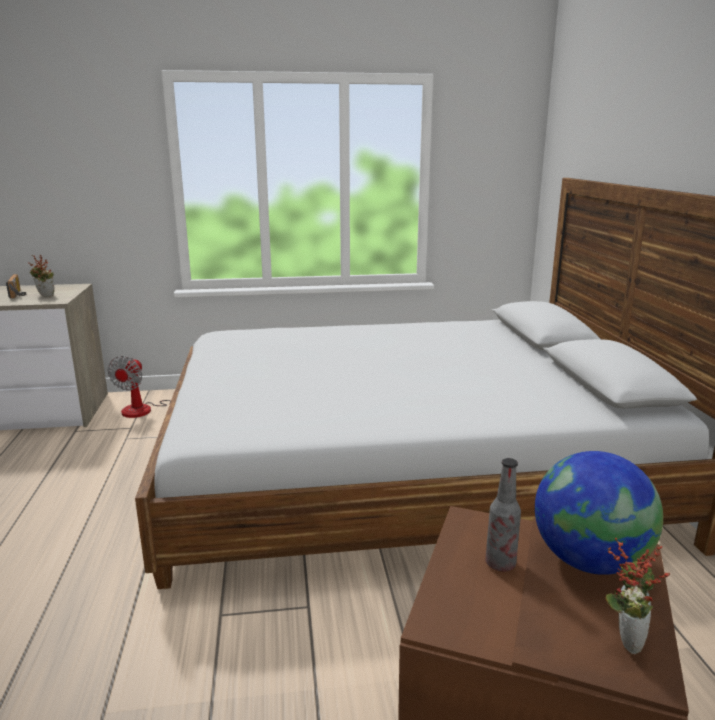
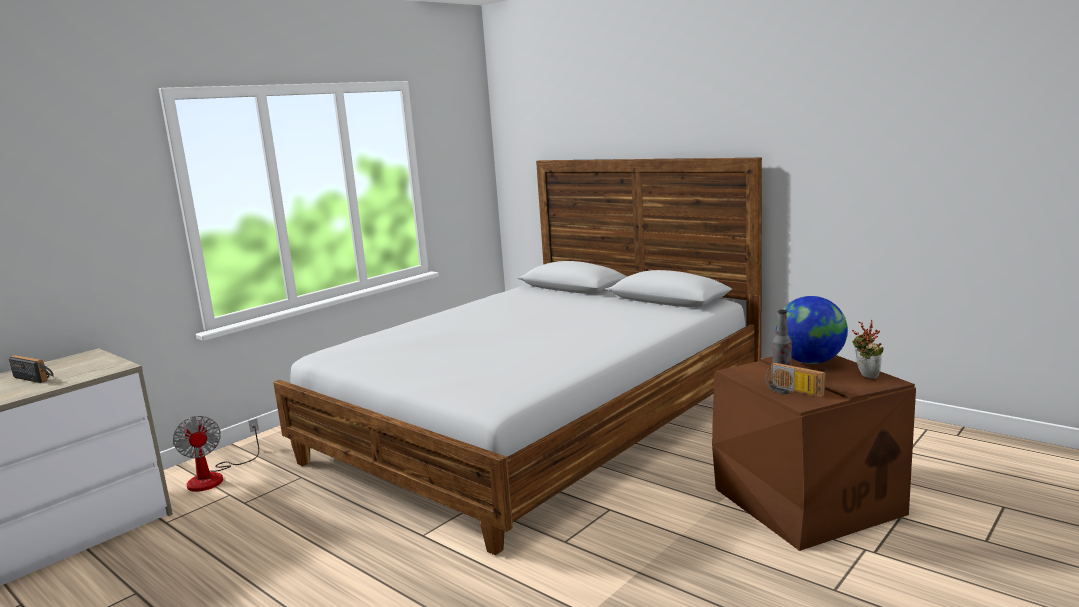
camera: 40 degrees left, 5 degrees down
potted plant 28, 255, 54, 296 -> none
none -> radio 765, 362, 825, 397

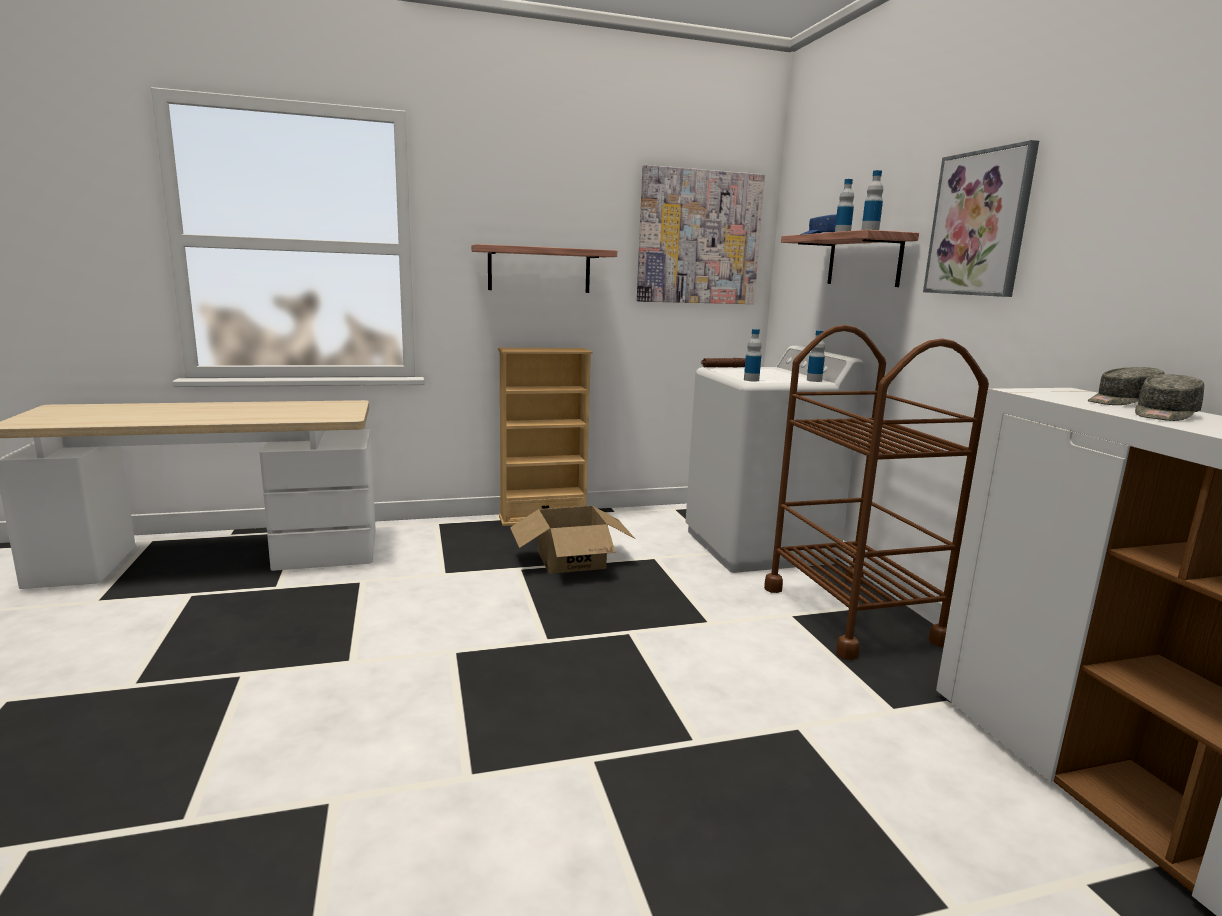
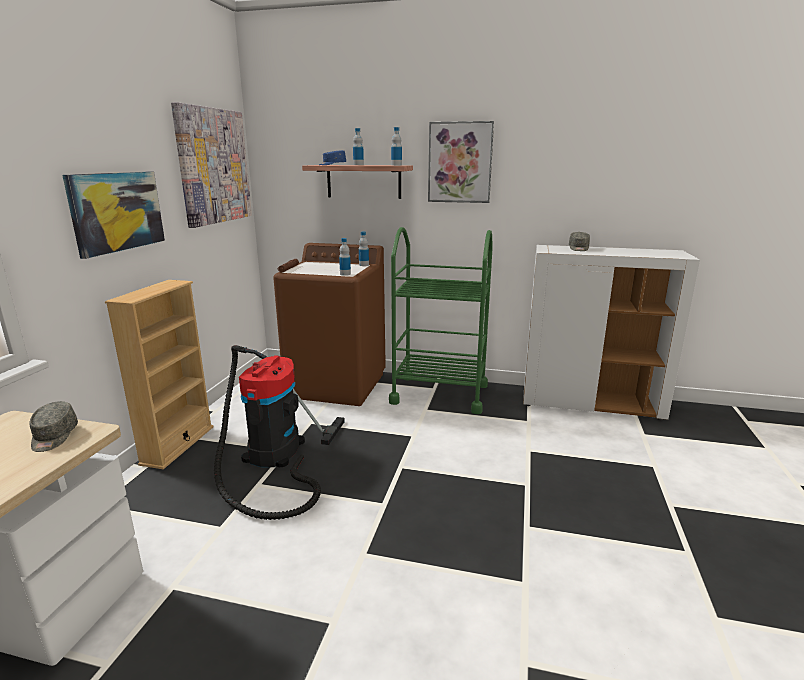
camera: 60 degrees left, 5 degrees up
shelf 471, 244, 617, 293 -> picture 62, 171, 165, 259
brown cart 764, 325, 989, 660 -> green cart 389, 227, 493, 414
white washing machine 686, 346, 864, 573 -> brown washing machine 273, 243, 386, 406
grey cap 1135, 374, 1204, 421 -> grey cap 30, 401, 78, 452, shifted
cardboard box 510, 506, 635, 574 -> vacuum cleaner 214, 345, 345, 520

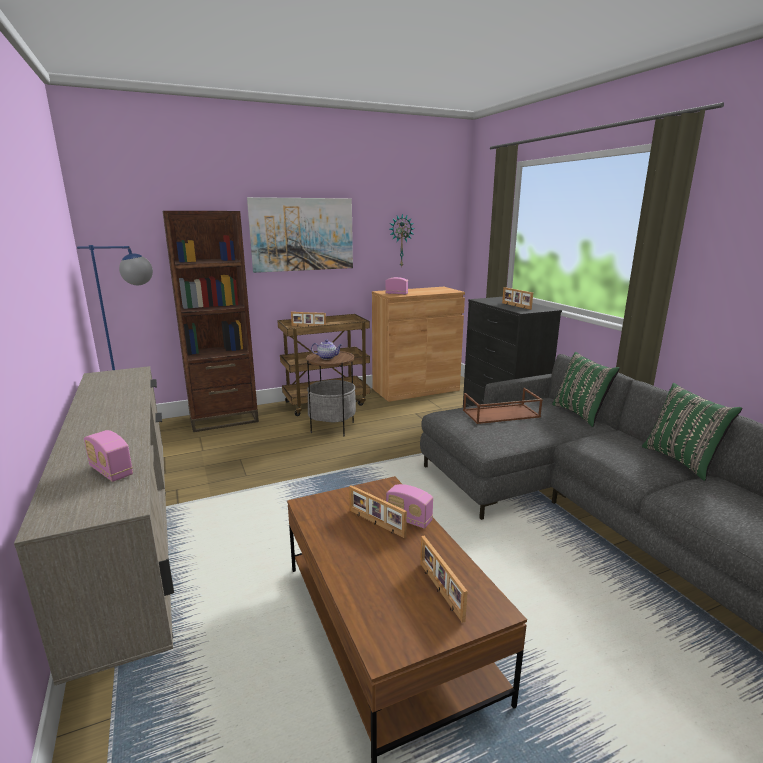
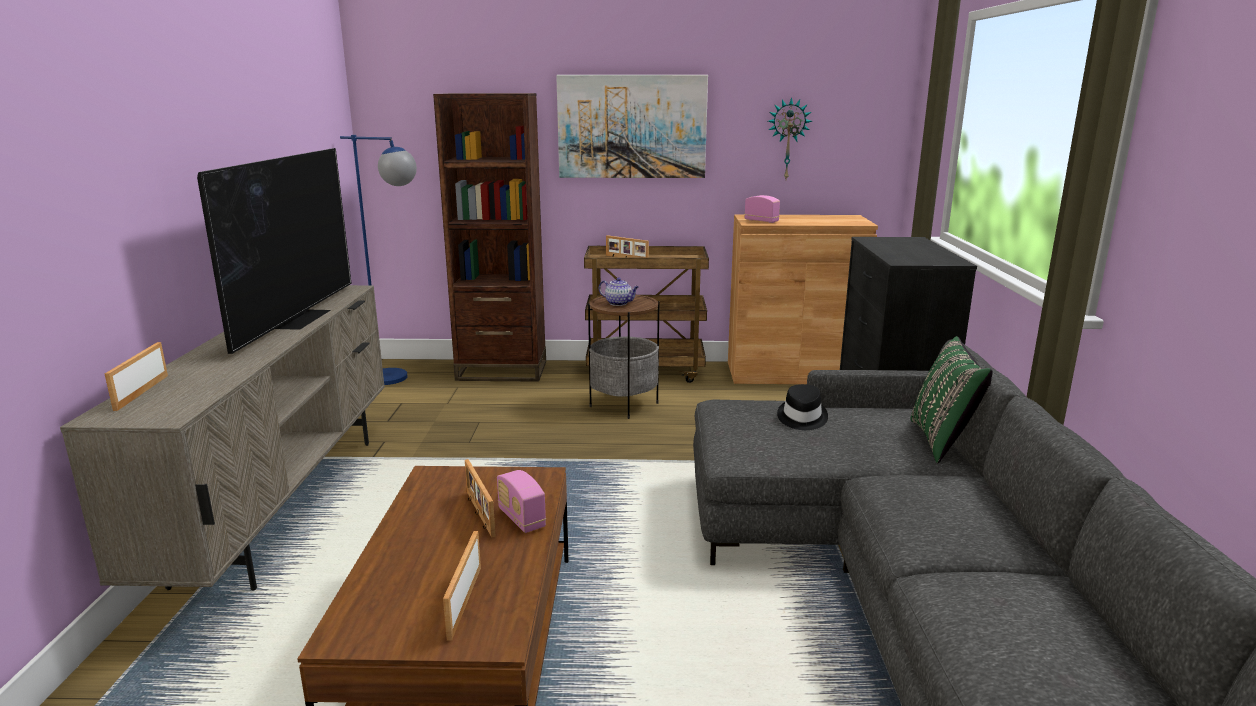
camera: 25 degrees right, 0 degrees up
picture frame 502, 287, 533, 310 -> picture frame 105, 342, 168, 411, shifted
green pillow 642, 383, 742, 481 -> none
brown tray 463, 388, 543, 424 -> black hat 777, 384, 828, 430
radio 84, 430, 133, 482 -> none
none -> television 197, 148, 352, 354

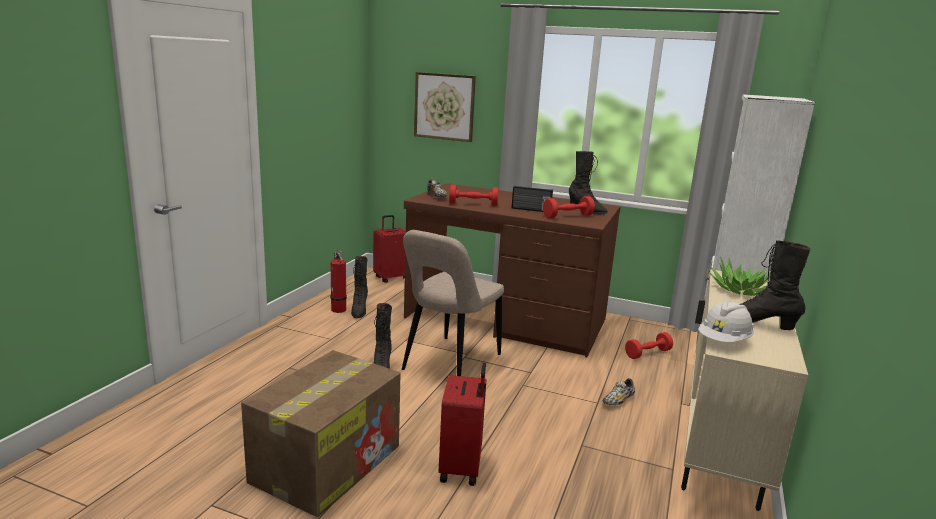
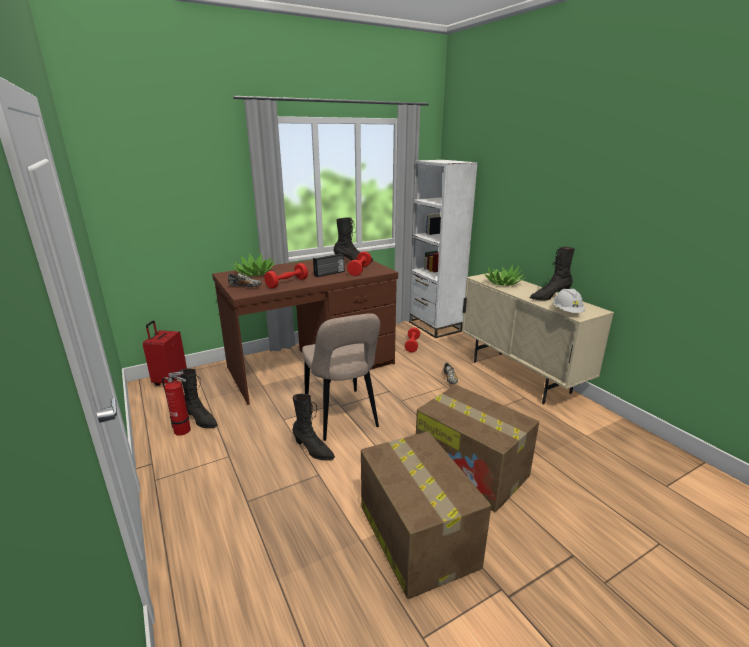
camera: 50 degrees left, 5 degrees up
picture 414, 72, 476, 142 -> none
red suitcase 439, 363, 487, 486 -> cardboard box 416, 385, 539, 513
none -> potted plant 231, 253, 276, 276

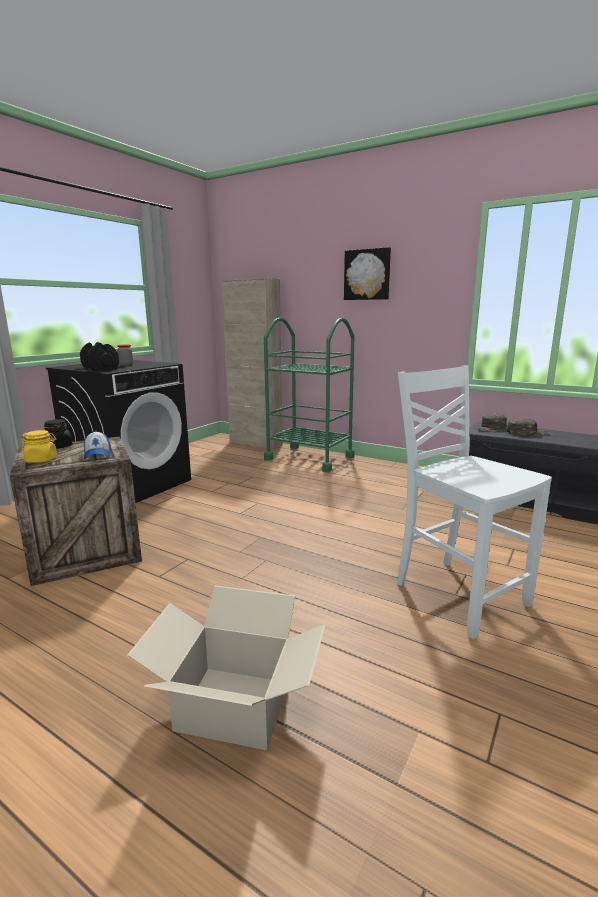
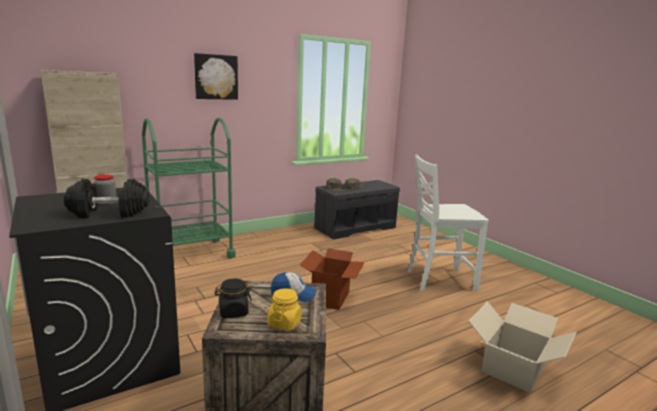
camera: 65 degrees left, 0 degrees up
none -> cardboard box 300, 248, 365, 310

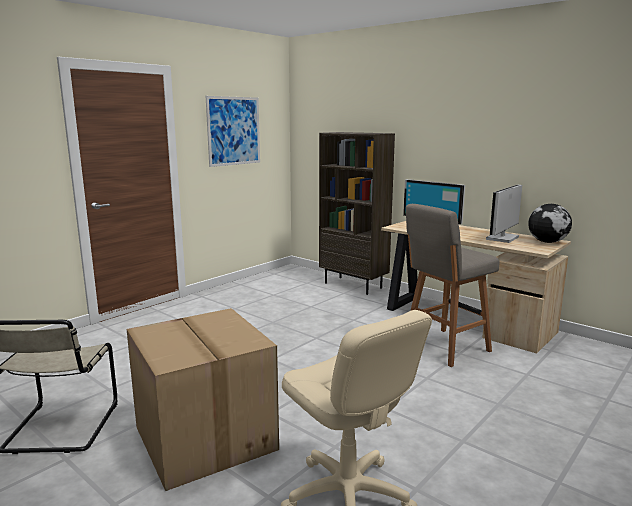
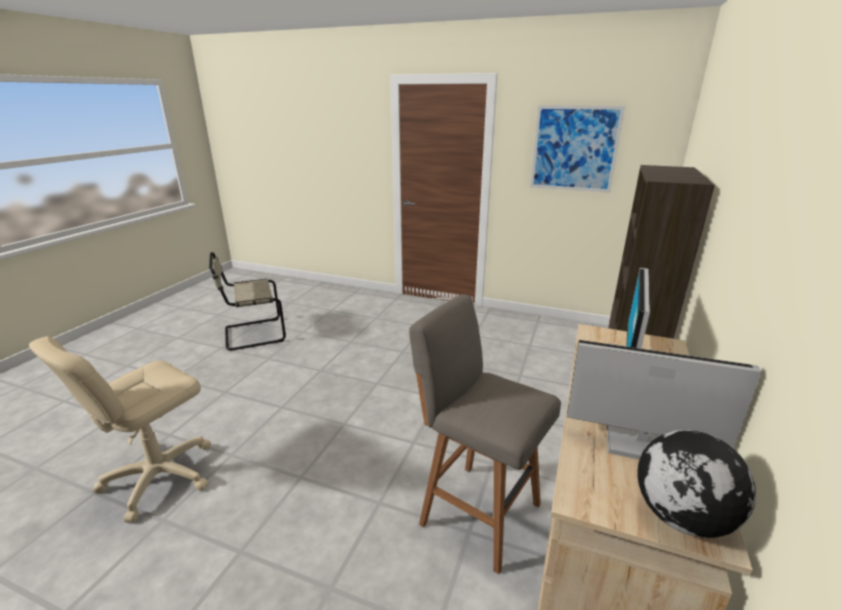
camera: 70 degrees right, 10 degrees up
cardboard box 127, 308, 279, 491 -> none

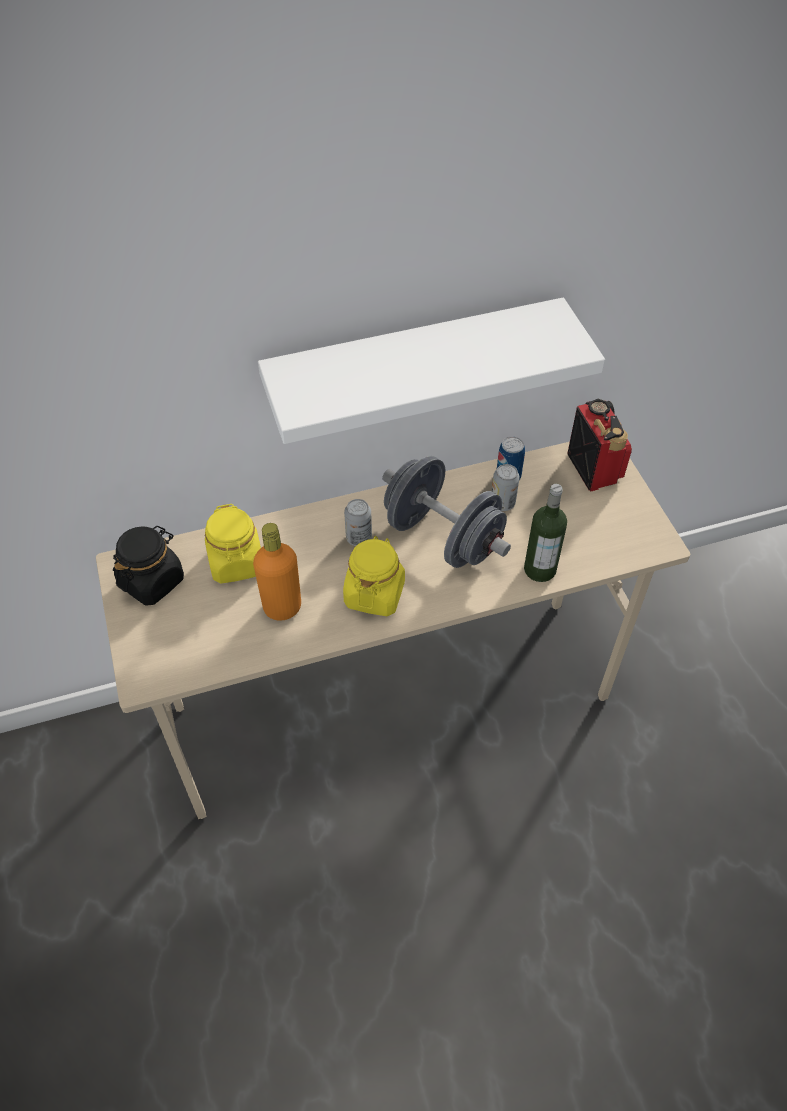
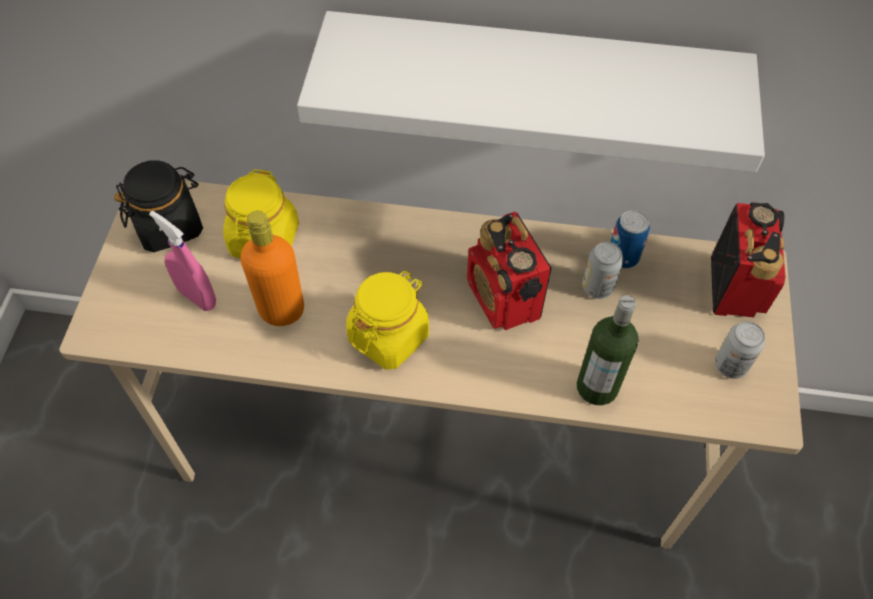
camera: 25 degrees right, 5 degrees up
grey dumbbell 382, 456, 511, 568 -> radio 467, 212, 551, 330
can 344, 499, 372, 546 -> can 715, 321, 765, 379, shifted
none -> pink spray bottle 149, 211, 216, 311

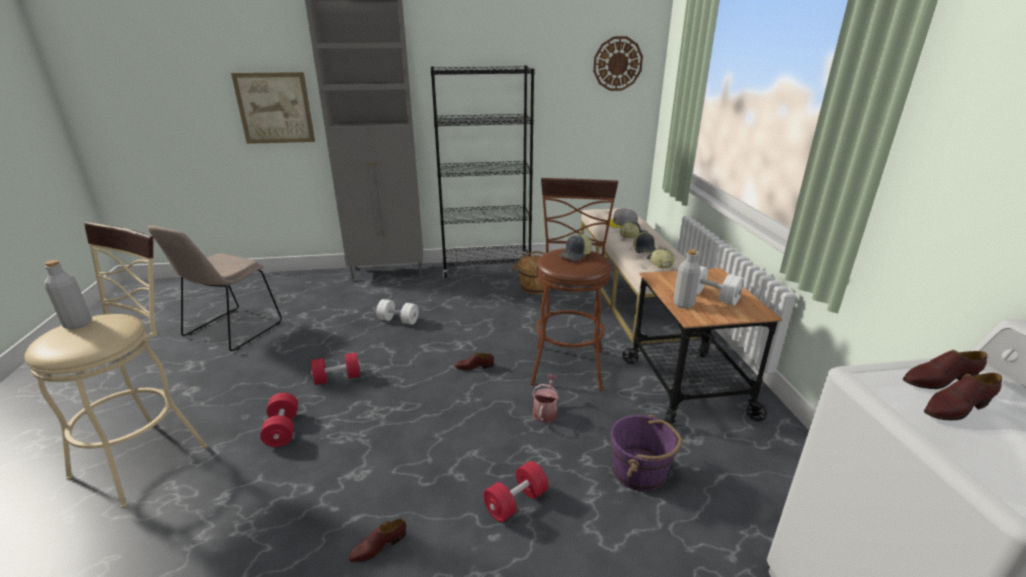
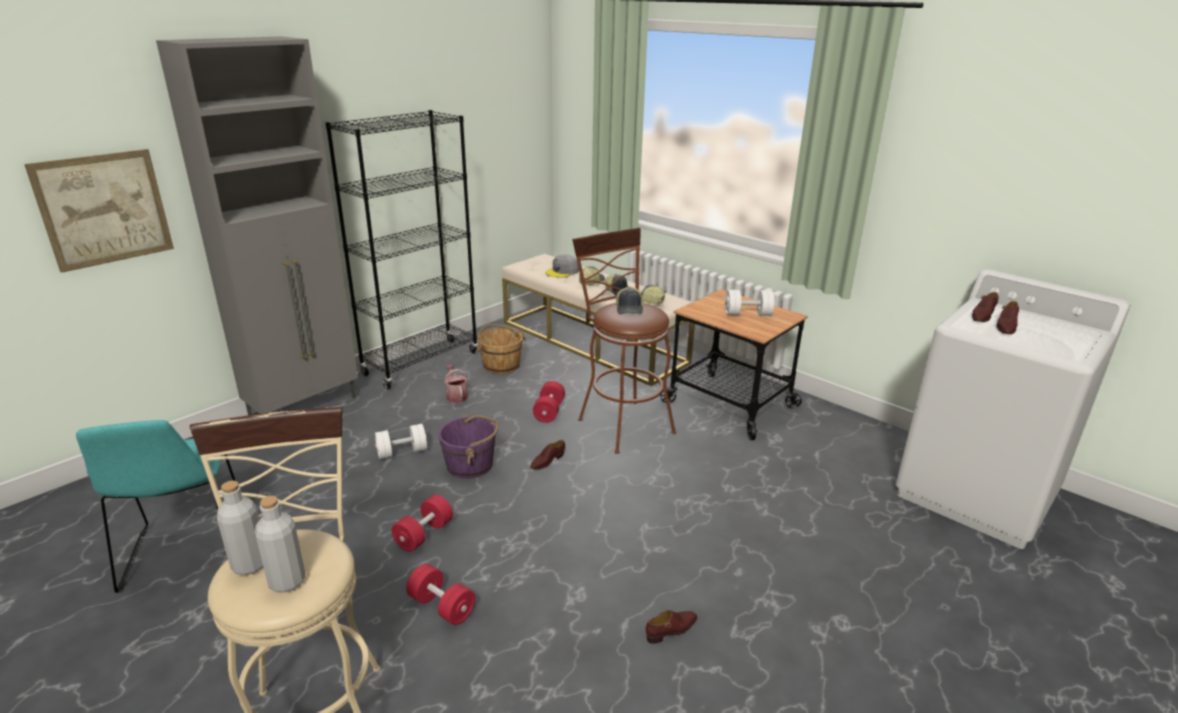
camera: 40 degrees left, 0 degrees up
wall clock 593, 36, 643, 91 -> none
beige chair 148, 225, 282, 351 -> turquoise chair 76, 420, 236, 593
grey bottle 673, 249, 701, 309 -> grey bottle 255, 496, 306, 592, shifted
watering can 532, 375, 559, 422 -> watering can 444, 365, 468, 403, shifted
purple bucket 610, 414, 683, 492 -> purple bucket 438, 415, 499, 479, shifted
red dumbbell 483, 461, 549, 522 -> red dumbbell 533, 381, 565, 423, shifted
brown shoe 348, 519, 406, 563 -> brown shoe 646, 610, 698, 644, 135 degrees counterclockwise

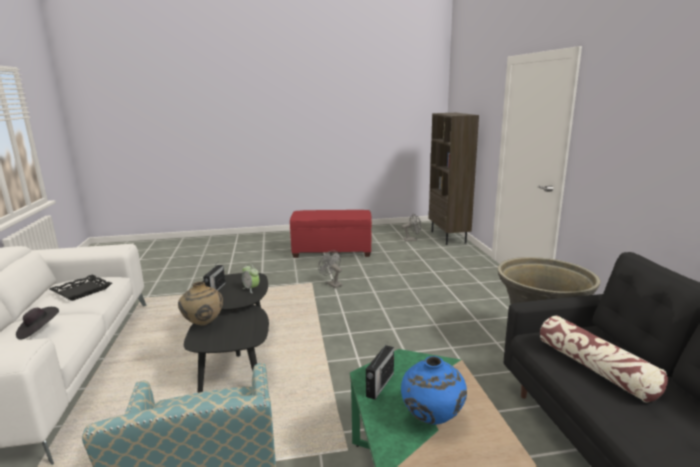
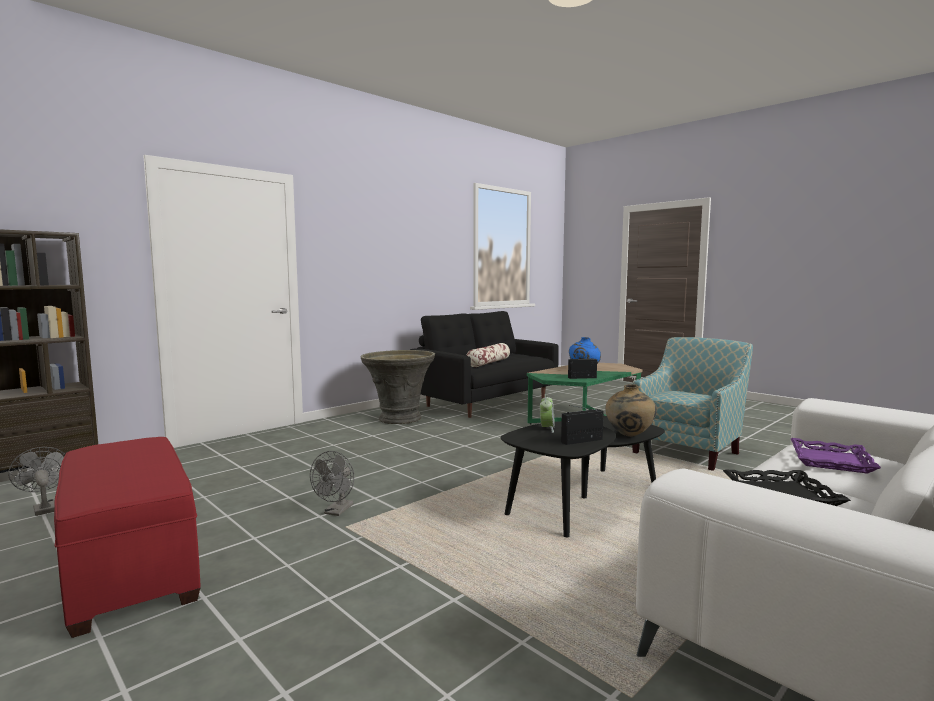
camera: 125 degrees left, 10 degrees down
black hat 16, 307, 59, 340 -> purple tray 791, 438, 881, 474

